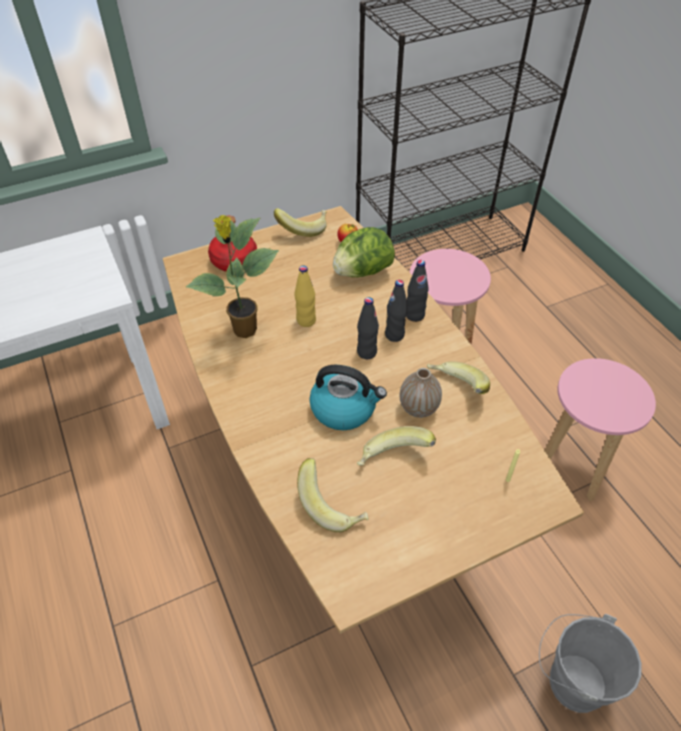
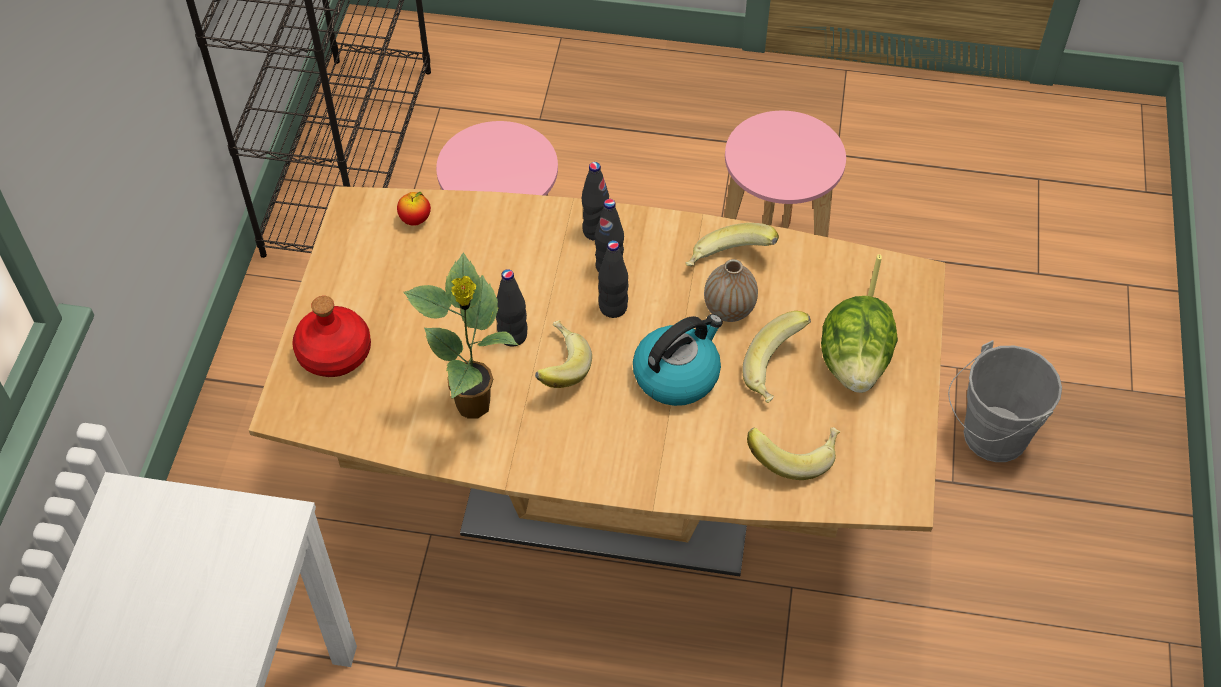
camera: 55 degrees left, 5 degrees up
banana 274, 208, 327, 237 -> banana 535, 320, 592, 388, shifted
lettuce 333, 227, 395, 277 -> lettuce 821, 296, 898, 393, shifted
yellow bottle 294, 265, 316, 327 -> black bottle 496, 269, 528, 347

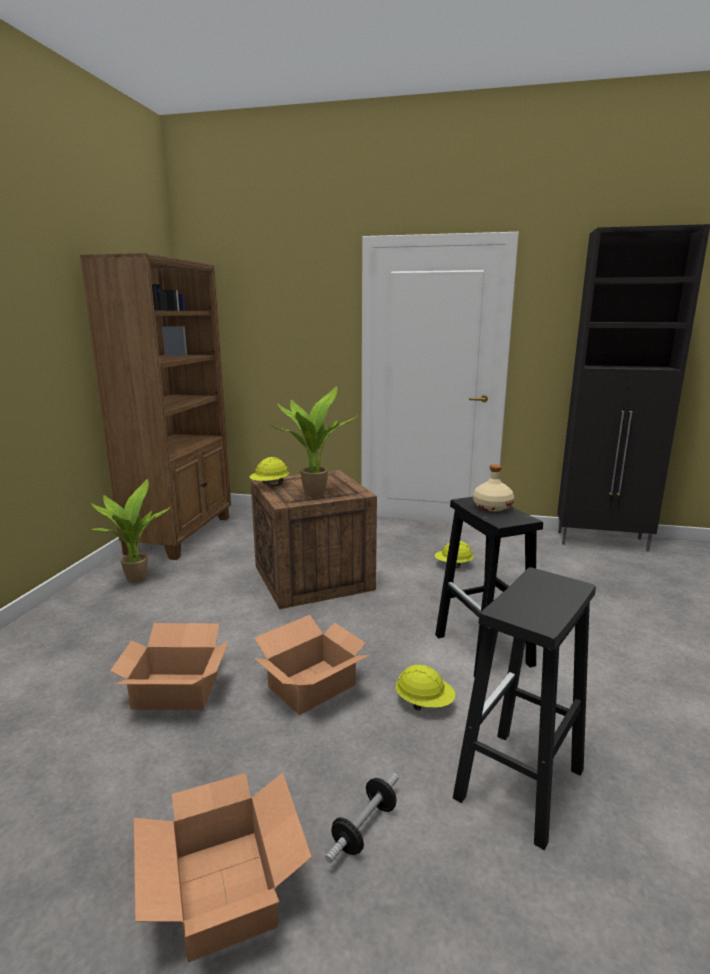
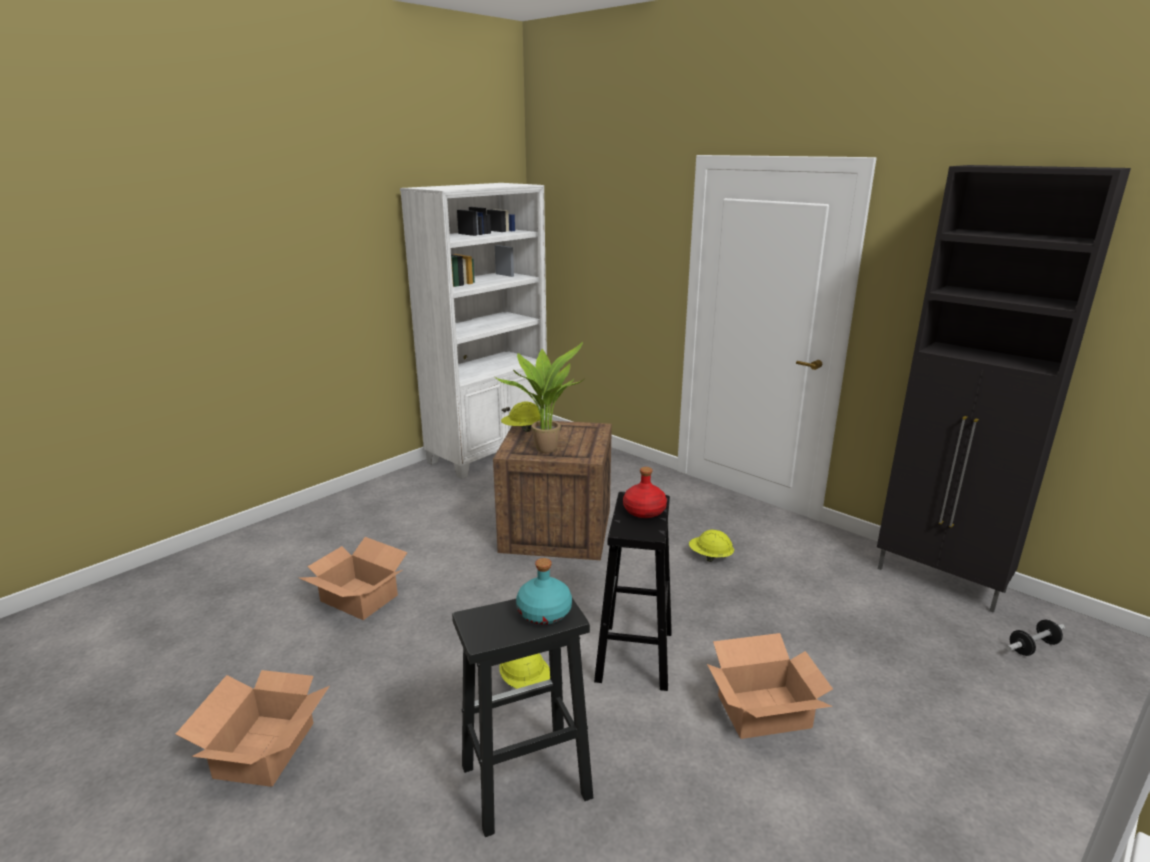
camera: 30 degrees right, 5 degrees up
brown bookcase 80, 253, 231, 560 -> white bookcase 400, 183, 547, 479
beige bottle 473, 464, 514, 511 -> red bottle 623, 467, 667, 518
potted plant 88, 479, 171, 584 -> none
cardboard box 254, 615, 370, 715 -> cardboard box 707, 633, 833, 739, shifted
dumbbell 325, 773, 399, 863 -> dumbbell 1006, 619, 1065, 656, shifted
none -> turquoise bottle 516, 558, 572, 624

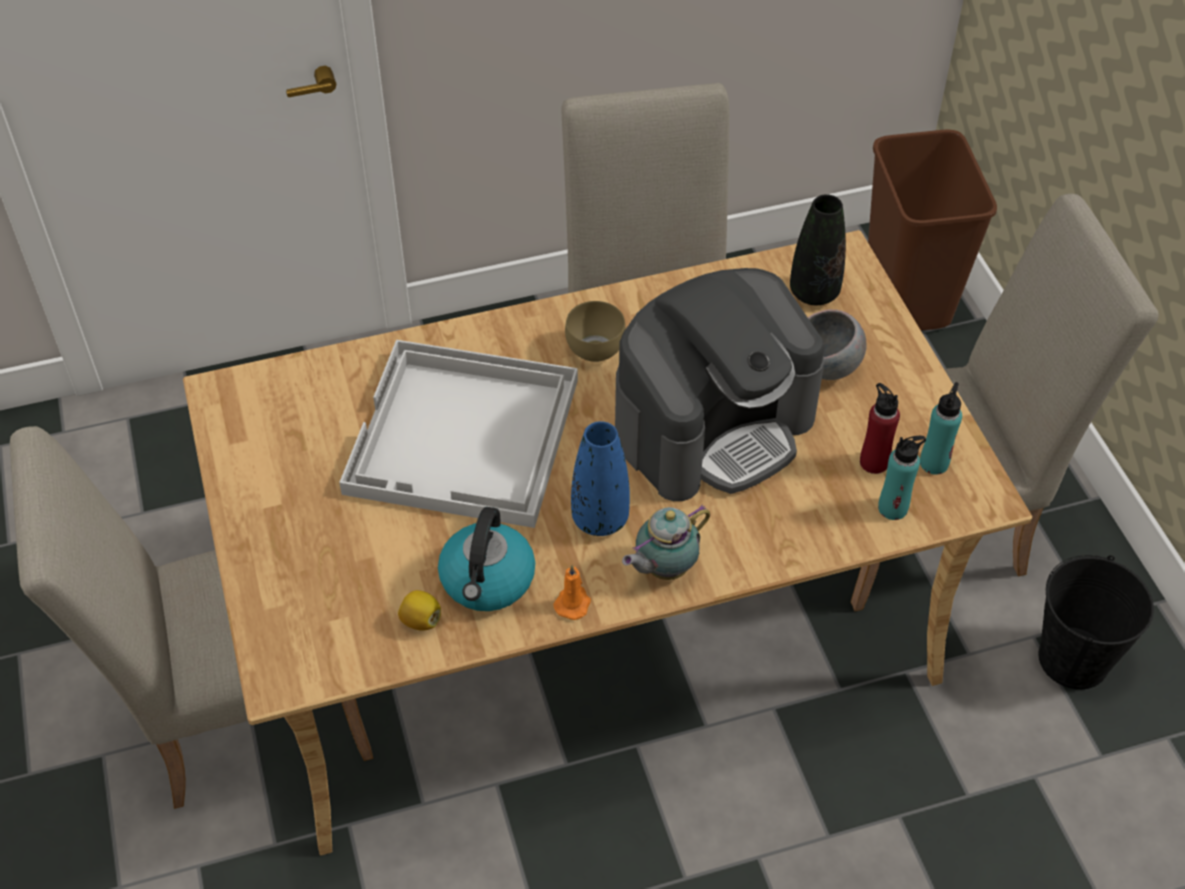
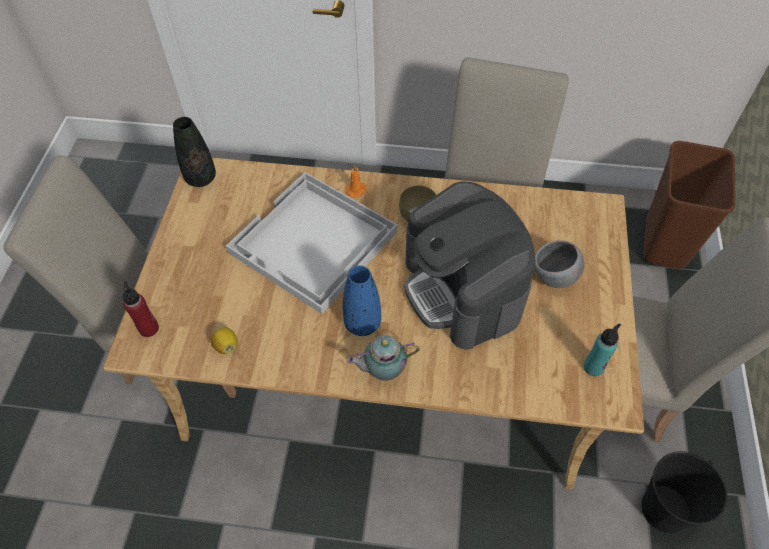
camera: 25 degrees right, 5 degrees up
black vase 790, 194, 846, 305 -> black vase 173, 117, 216, 187, shifted
coffee machine 615, 268, 824, 501 -> coffee machine 404, 182, 535, 350, 75 degrees clockwise
red bottle 860, 383, 900, 474 -> red bottle 122, 281, 159, 337, shifted
turquoise bottle 878, 436, 926, 520 -> none
kettle 438, 507, 535, 611 -> none
orange candle 553, 565, 591, 620 -> orange candle 345, 165, 366, 198, shifted

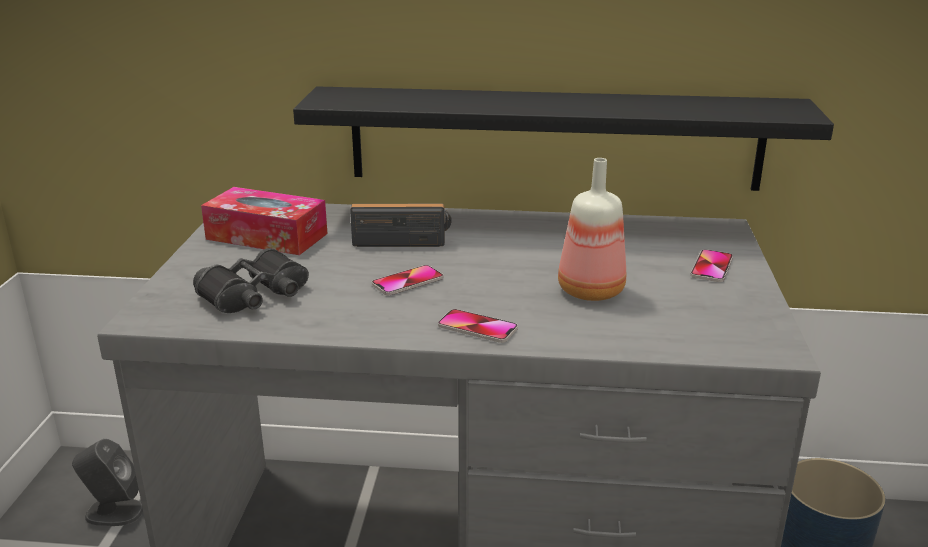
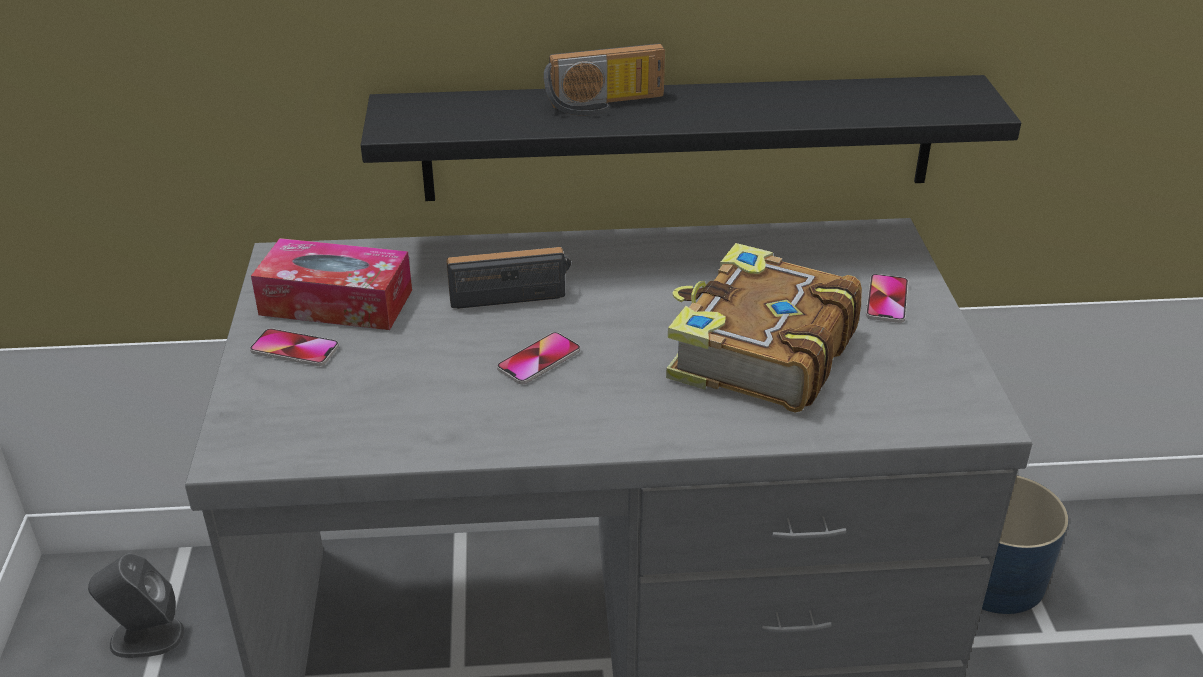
camera: 10 degrees left, 10 degrees up
bottle 558, 158, 626, 301 -> book 666, 243, 862, 413
black binoculars 193, 248, 309, 313 -> none
phone 438, 309, 518, 343 -> phone 250, 328, 339, 366, shifted
none -> radio 544, 43, 665, 116

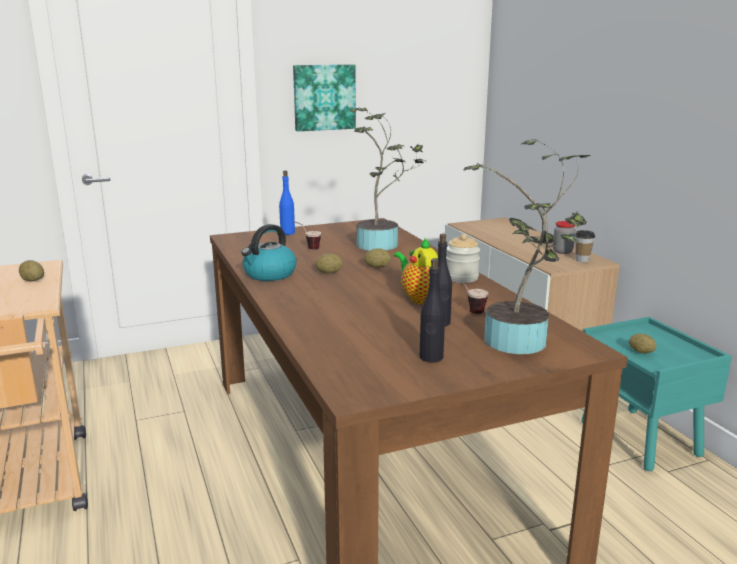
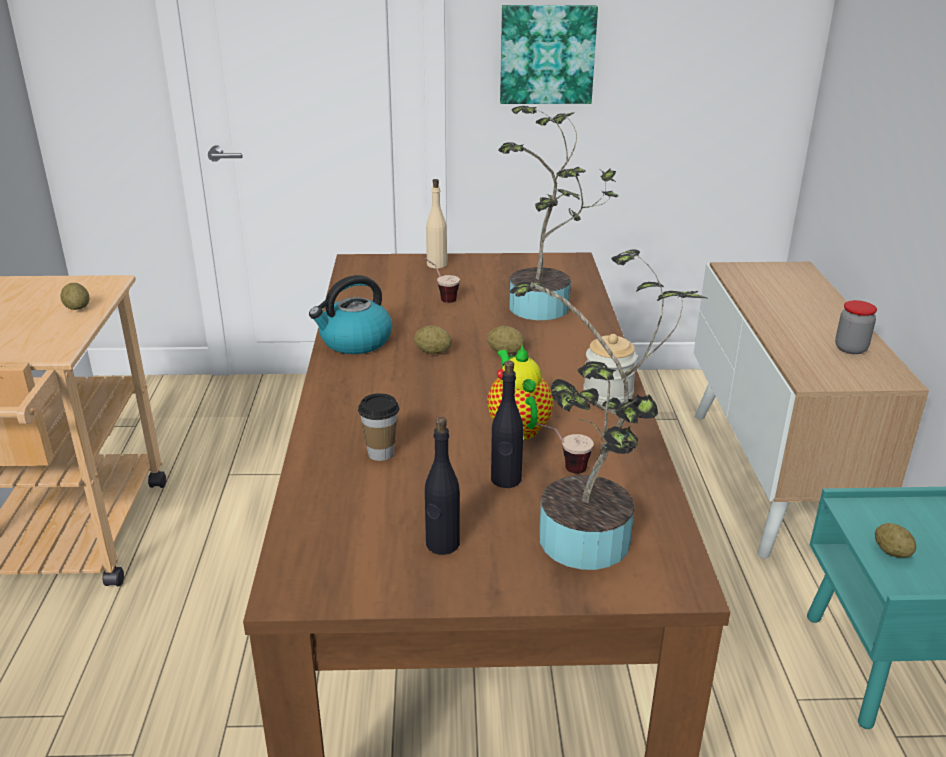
camera: 20 degrees right, 10 degrees up
blue bottle 279, 171, 295, 235 -> beige bottle 426, 179, 447, 269
cup 575, 230, 595, 262 -> cup 358, 393, 399, 461, shifted

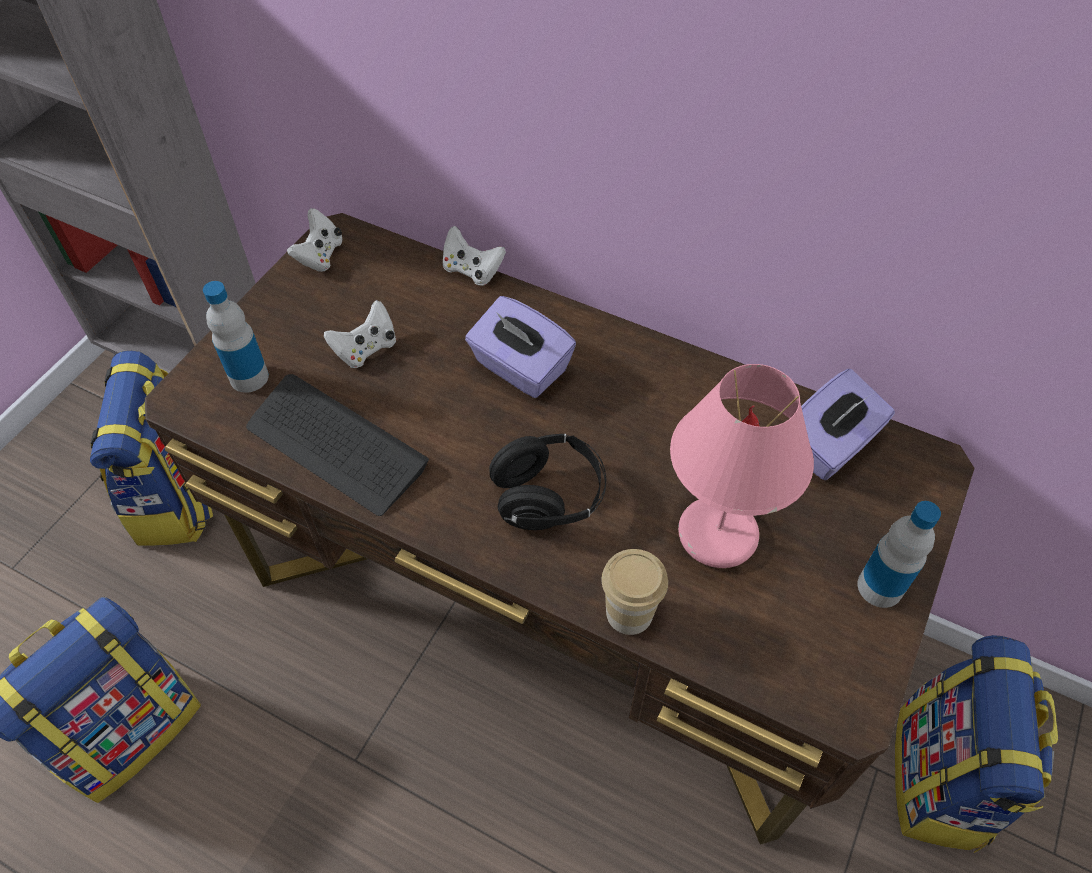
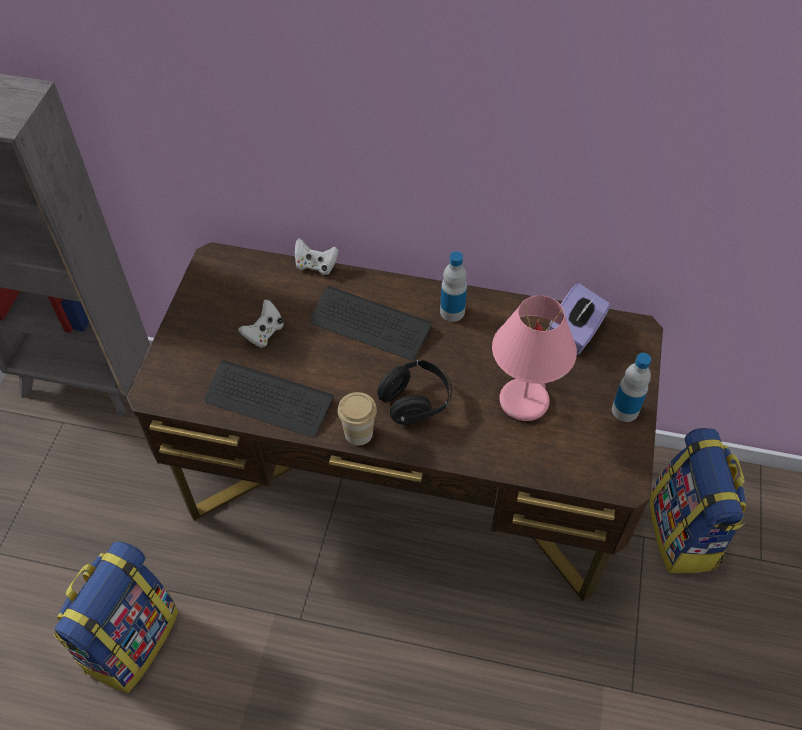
camera: 15 degrees left, 0 degrees up
white game controller 287, 208, 343, 272 -> none
bottle 203, 281, 269, 393 -> bottle 440, 251, 467, 322, shifted
purple tissue box 465, 296, 576, 398 -> keyboard 310, 286, 433, 360
backpack 90, 351, 213, 546 -> none
cup 602, 549, 668, 635 -> cup 338, 392, 377, 446, shifted

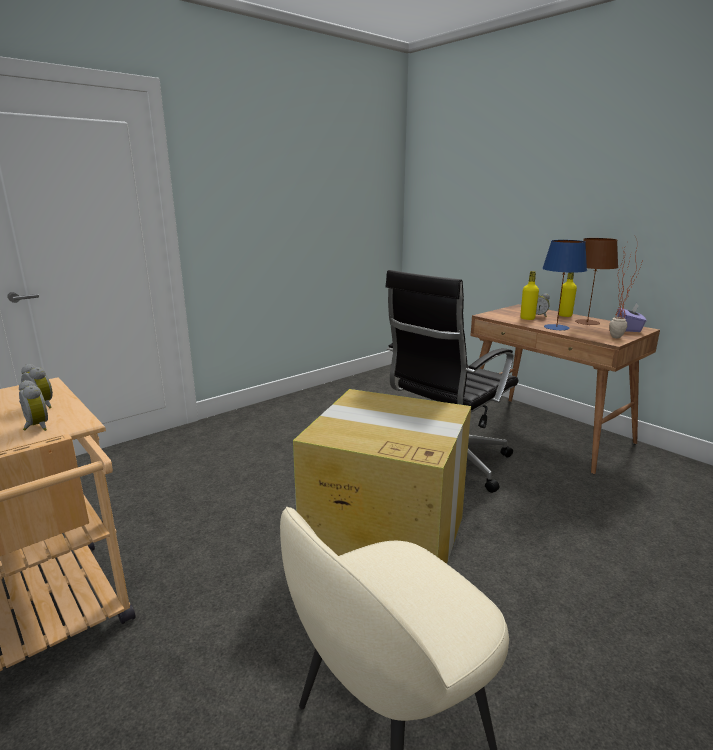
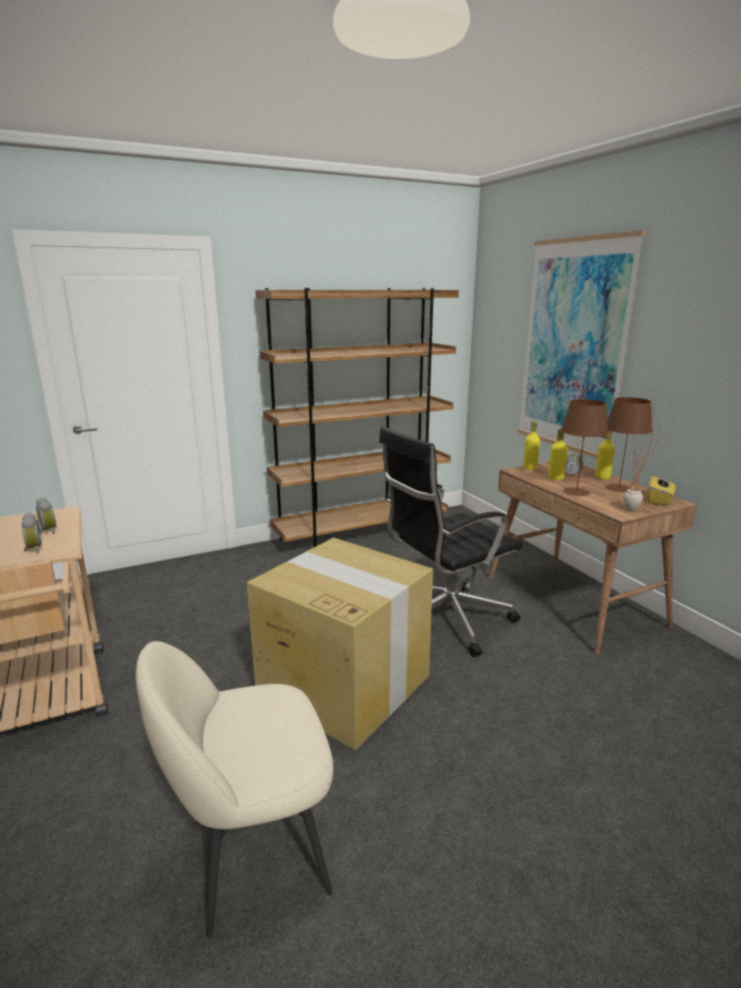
camera: 15 degrees right, 0 degrees up
blue table lamp 542, 240, 587, 330 -> brown table lamp 561, 399, 608, 496
purple tissue box 617, 303, 647, 332 -> yellow tissue box 648, 474, 676, 506
none -> picture 517, 230, 646, 458
none -> brown bookcase 255, 288, 459, 547
none -> yellow bottle 523, 421, 540, 470

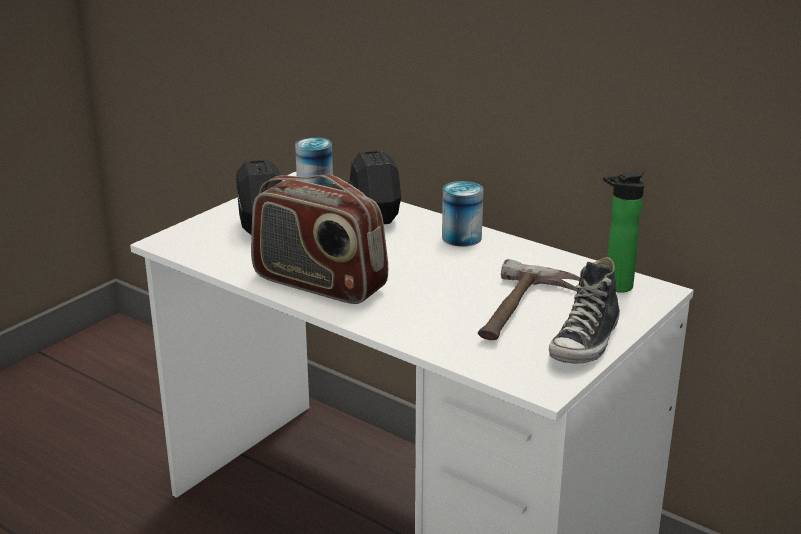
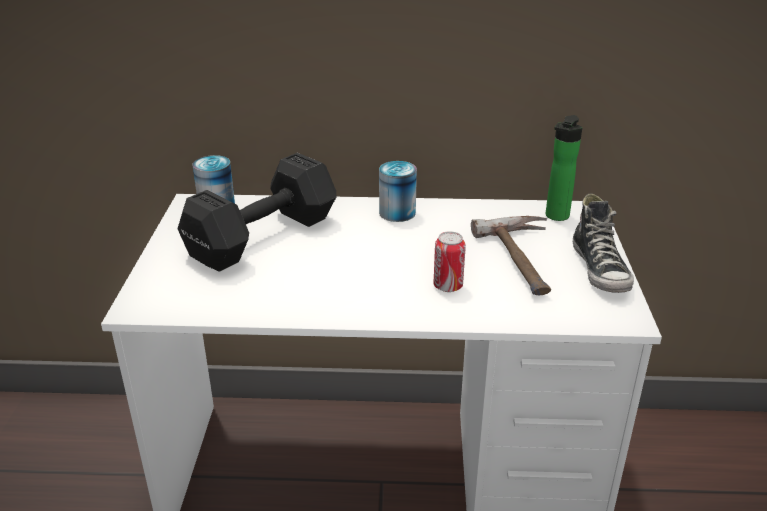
camera: 35 degrees left, 5 degrees up
radio 251, 174, 388, 304 -> none
none -> can 433, 231, 466, 292

